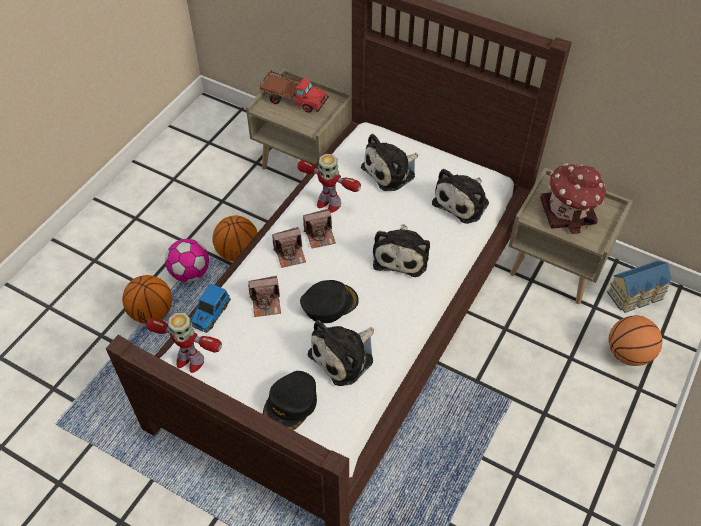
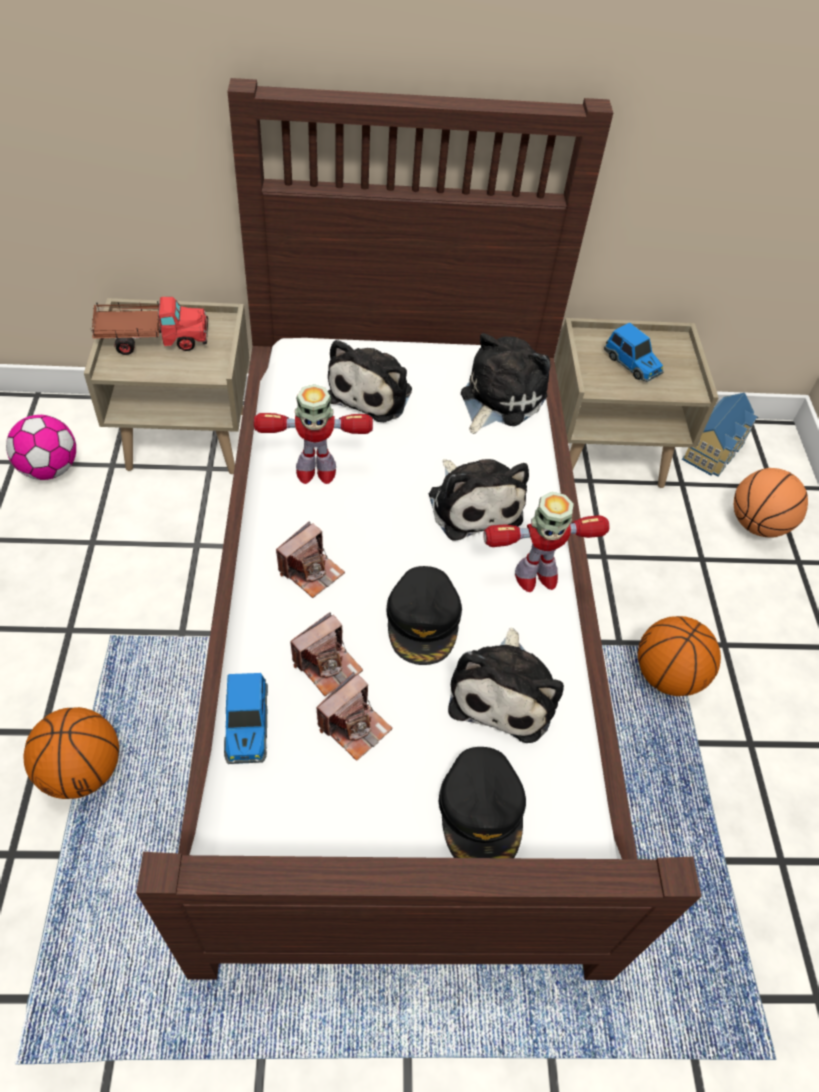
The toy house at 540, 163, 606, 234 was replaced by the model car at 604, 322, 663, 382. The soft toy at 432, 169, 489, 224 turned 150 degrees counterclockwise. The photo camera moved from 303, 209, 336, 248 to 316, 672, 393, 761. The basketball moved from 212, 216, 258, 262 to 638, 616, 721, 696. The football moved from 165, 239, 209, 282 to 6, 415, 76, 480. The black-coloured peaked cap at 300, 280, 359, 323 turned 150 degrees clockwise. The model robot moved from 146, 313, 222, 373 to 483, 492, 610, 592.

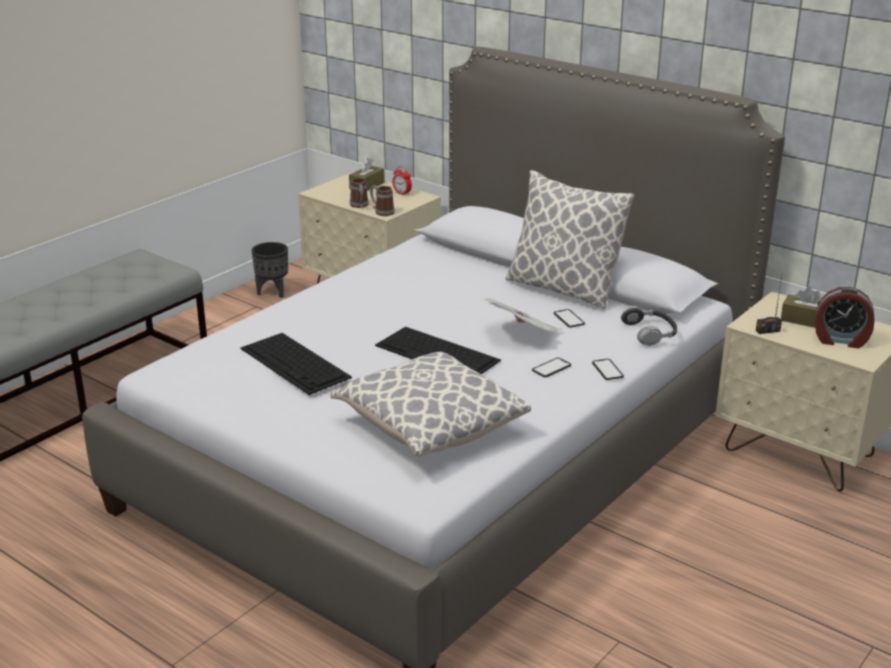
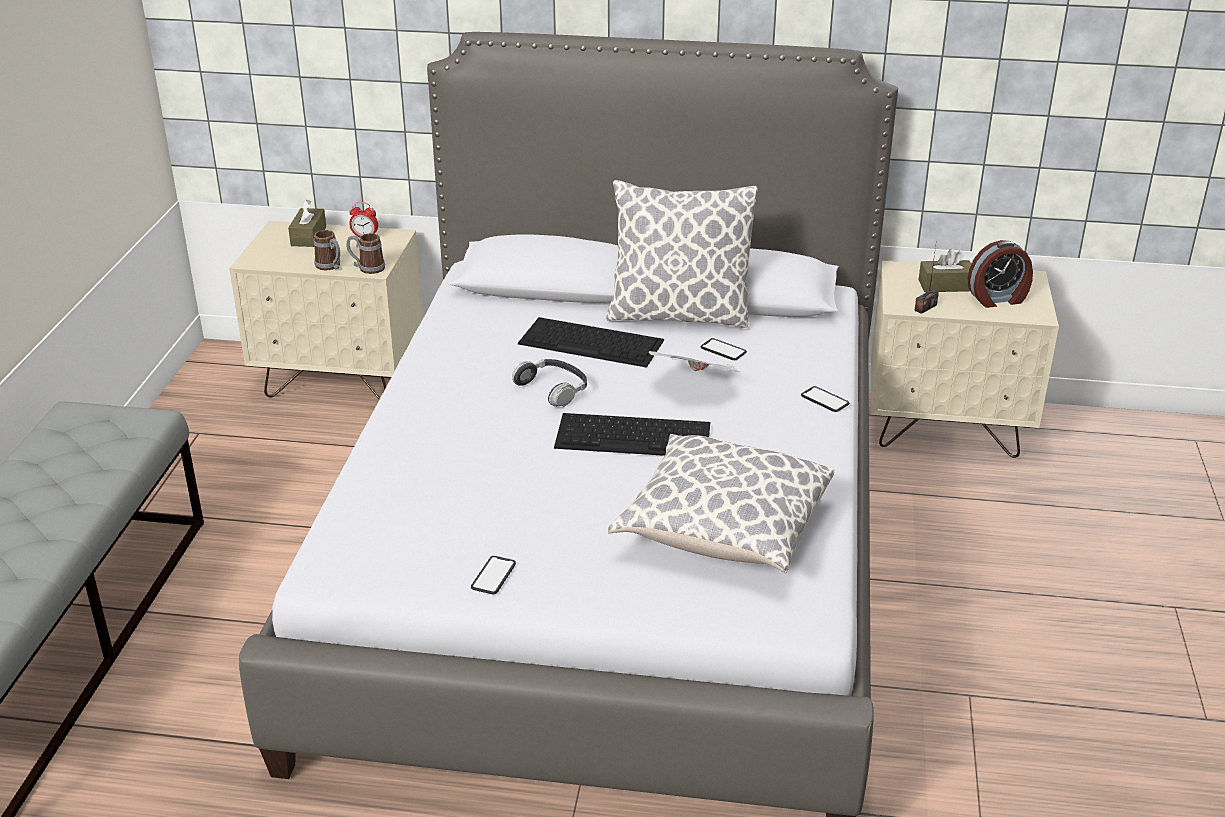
The black-coloured plant pot at 251, 242, 288, 298 disappeared. The headset moved from 621, 306, 677, 346 to 512, 359, 587, 407. The PC keyboard moved from 240, 333, 352, 395 to 518, 317, 664, 368. The phone moved from 532, 358, 571, 377 to 471, 556, 516, 595.

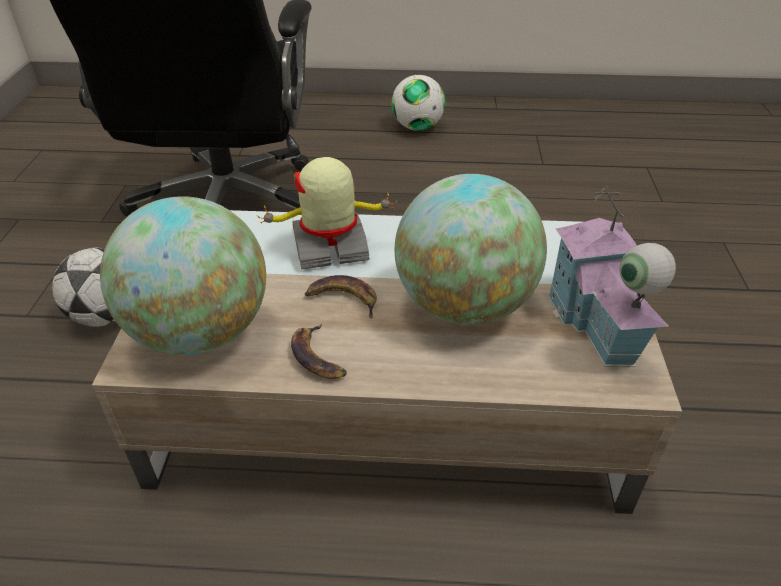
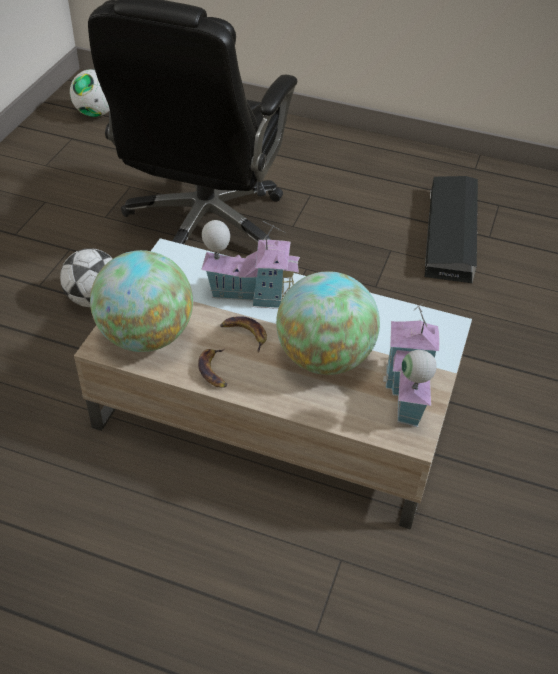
The football moved from 392, 75, 445, 131 to 70, 69, 109, 117. The model robot at 258, 157, 397, 269 was replaced by the toy house at 201, 220, 300, 309. The black-coloured storage bin at 425, 176, 478, 284 appeared.

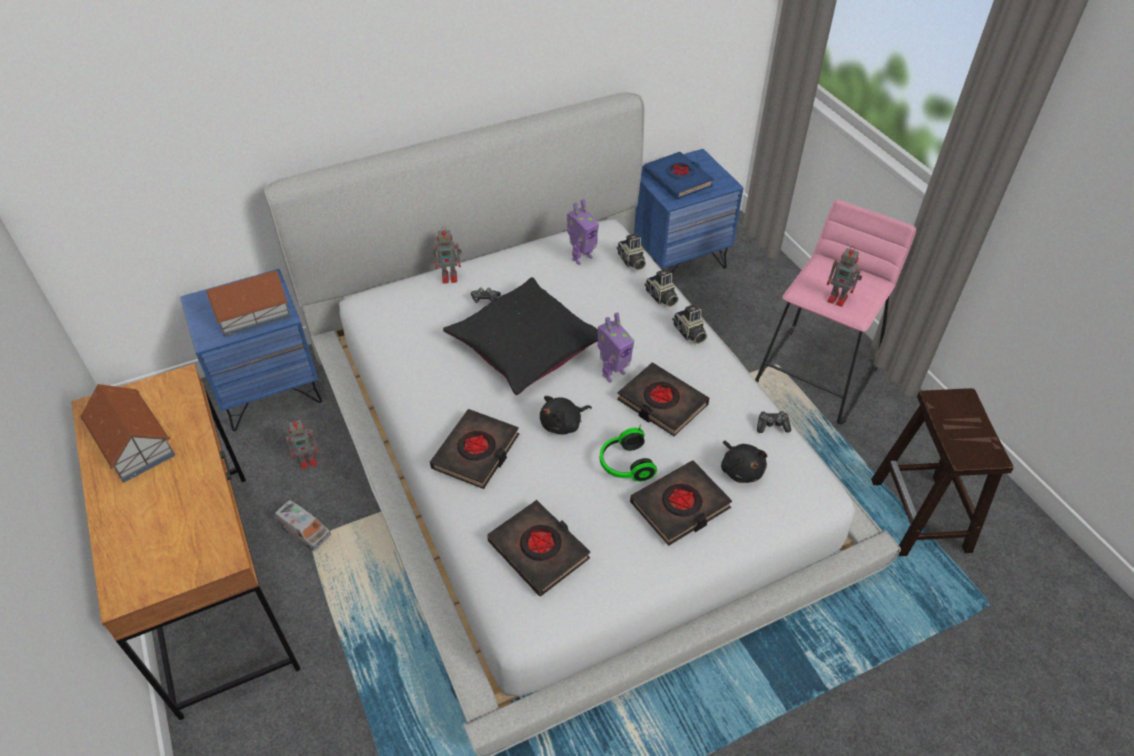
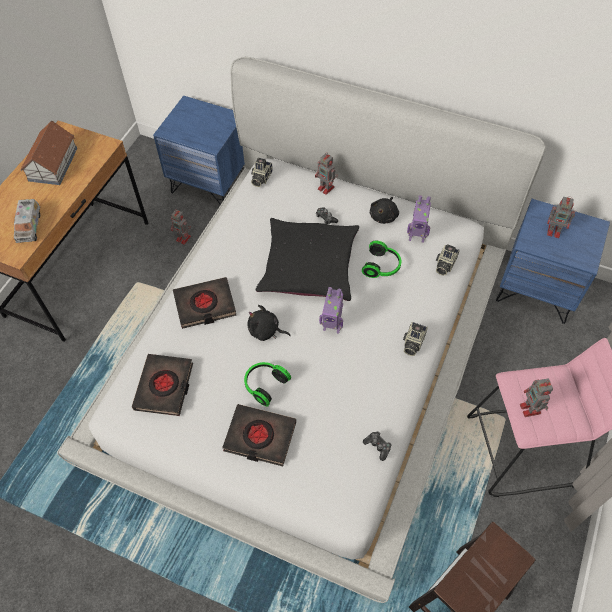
The bluish book at 644, 152, 714, 199 was replaced by the model robot at 547, 196, 575, 238. The photo camera moved from 644, 269, 679, 307 to 251, 158, 273, 187. The toy house at 206, 271, 291, 337 disappeared. The black-coloured book at 617, 363, 709, 436 disappeared. The black-coloured soft toy moved from 721, 441, 767, 483 to 370, 197, 399, 224. The model truck moved from 275, 500, 331, 551 to 14, 199, 41, 243. The headset at 362, 241, 401, 278 appeared.

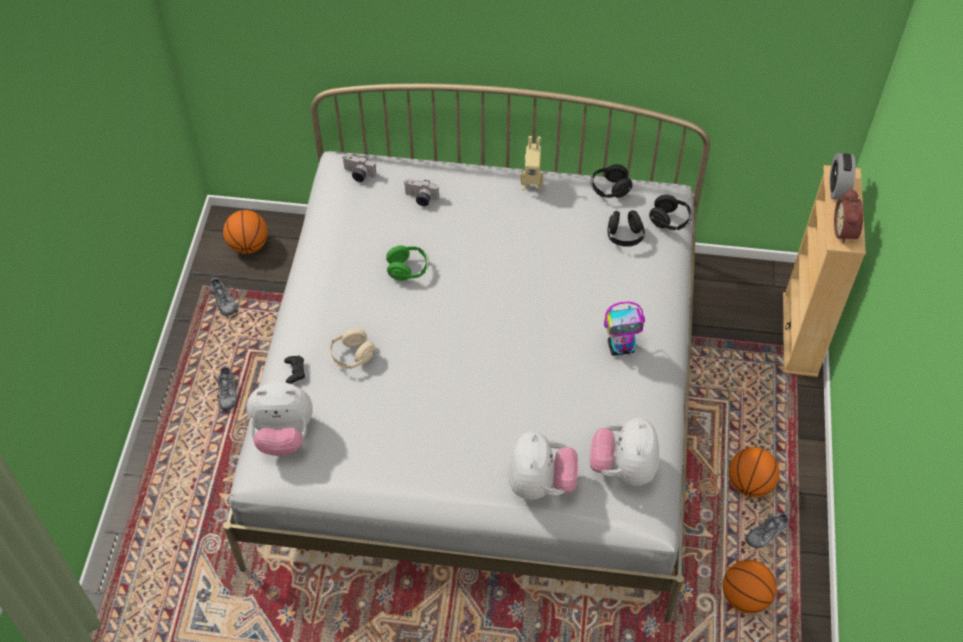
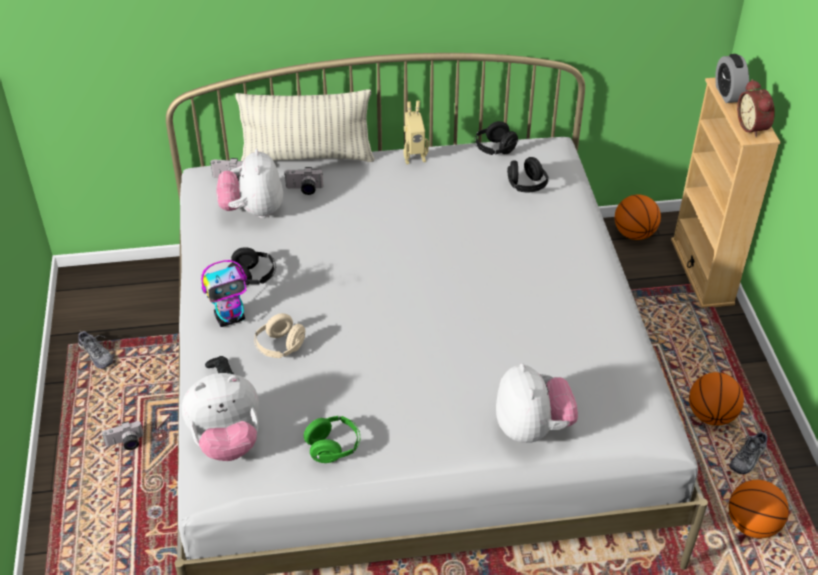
The black-coloured headset moved from 649, 195, 692, 230 to 228, 247, 276, 285. The basketball moved from 223, 210, 268, 254 to 615, 195, 661, 240. The greenish headset moved from 386, 245, 429, 281 to 304, 416, 360, 463. The model robot moved from 604, 302, 645, 356 to 201, 260, 247, 327. The shoe at 213, 364, 238, 410 was replaced by the photo camera at 102, 421, 144, 450. The soft toy moved from 590, 418, 659, 486 to 216, 149, 283, 218. The cushion at 235, 89, 375, 162 appeared.

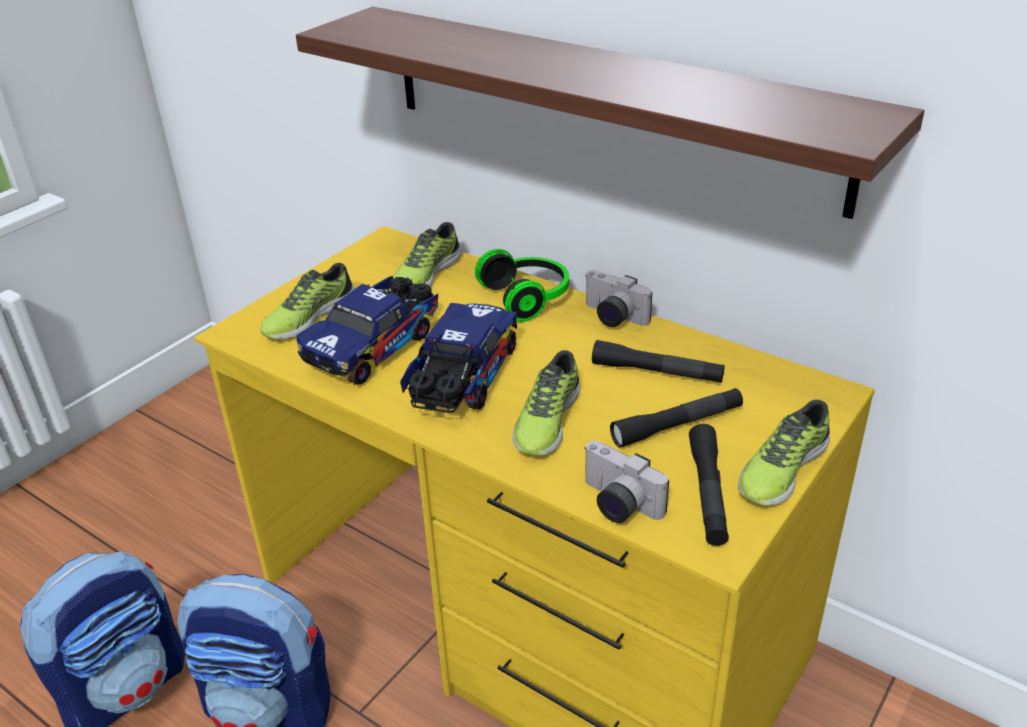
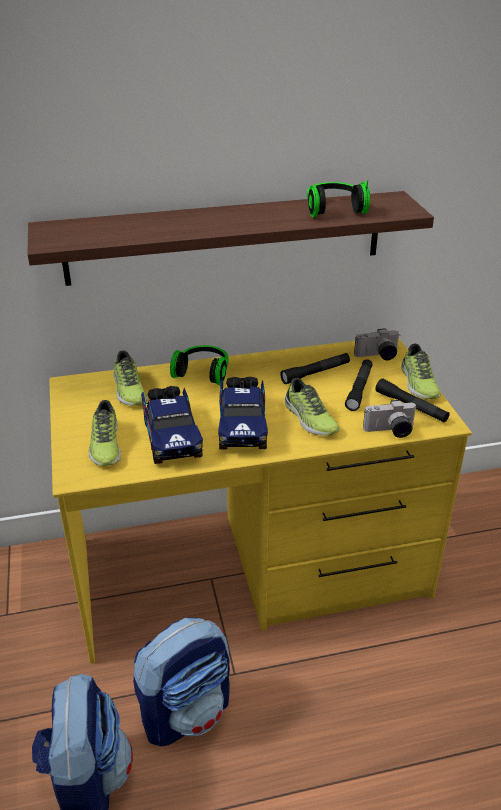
The photo camera moved from 586, 270, 652, 327 to 354, 328, 400, 360. The model truck at 400, 303, 517, 413 turned 150 degrees counterclockwise. The headset at 307, 180, 370, 217 appeared.

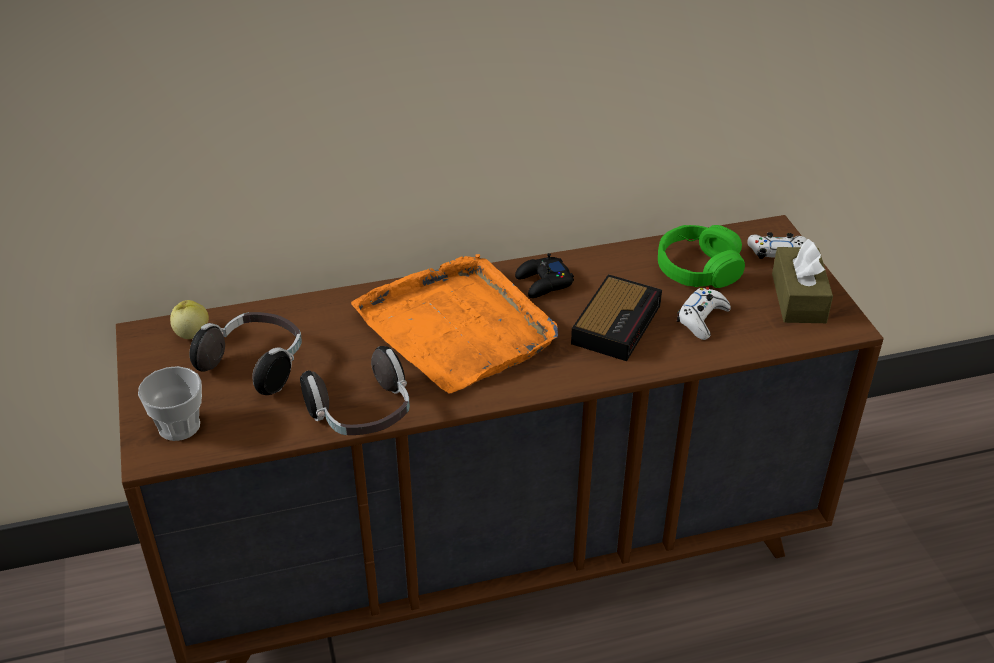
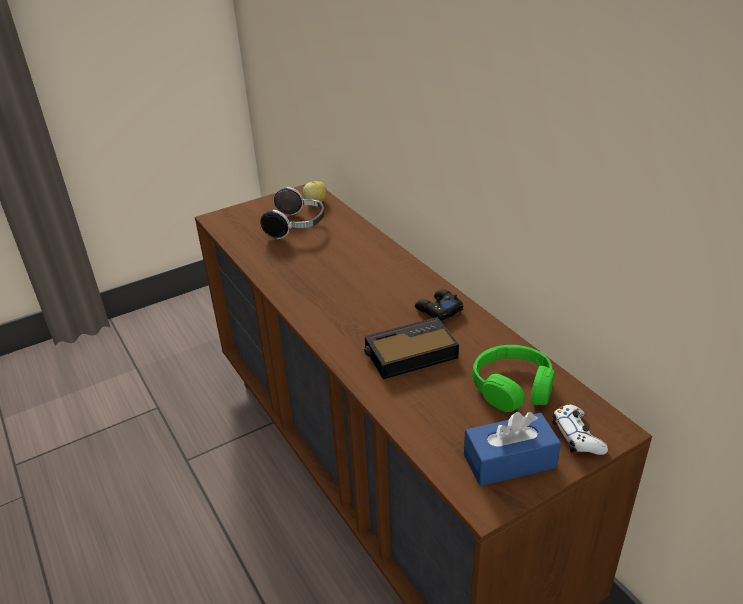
The brown tissue box at 772, 239, 833, 323 became the bluish tissue box at 464, 412, 561, 486. The orange-coloured serving tray at 351, 254, 558, 394 disappeared. The bedside clock at 571, 274, 662, 361 turned 150 degrees clockwise. The whitish joypad at 677, 287, 731, 340 disappeared. The headset at 300, 346, 410, 435 disappeared. The small cup at 138, 366, 202, 441 disappeared.

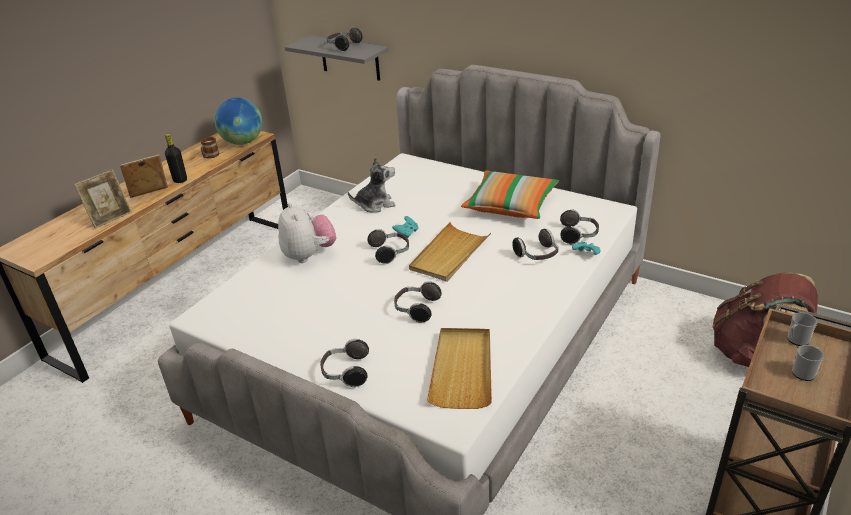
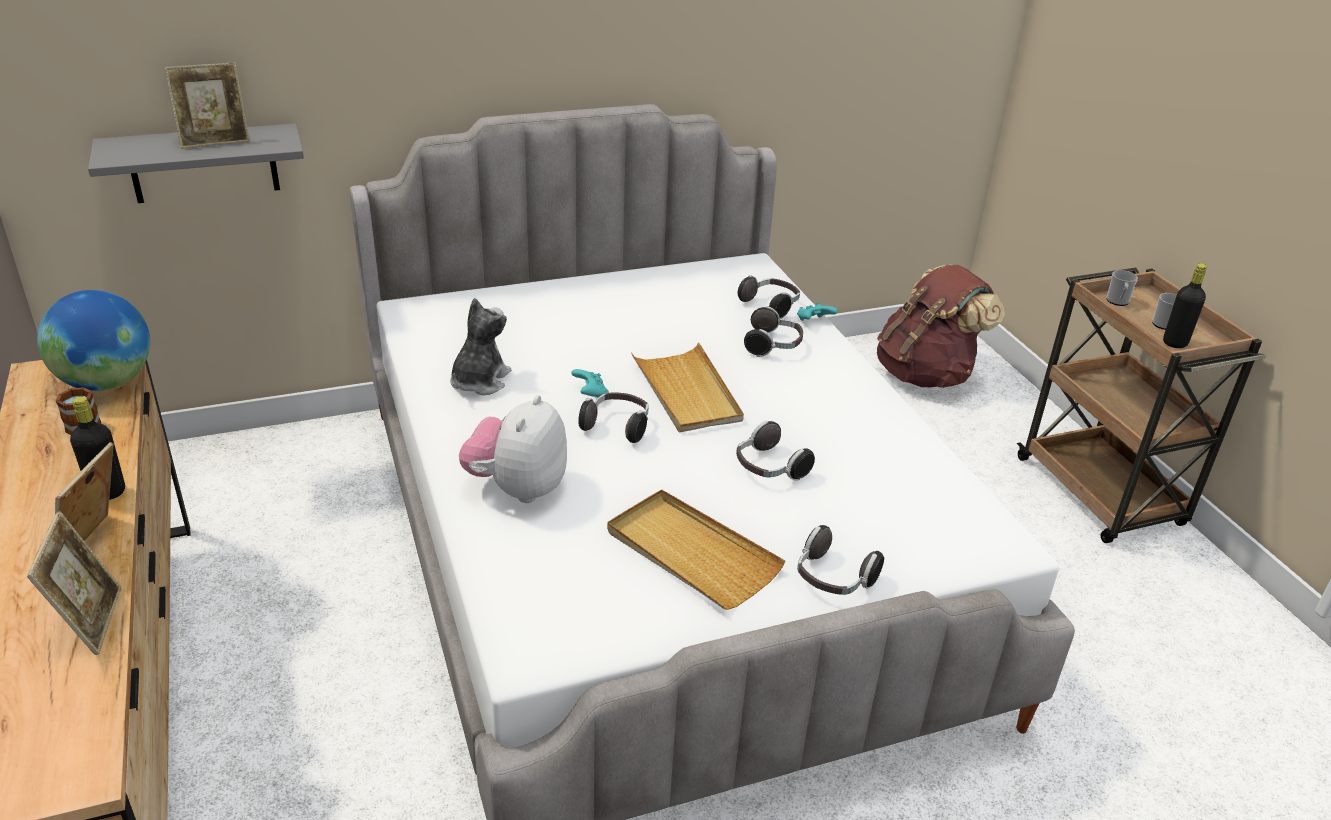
The headset at 327, 27, 363, 52 was replaced by the picture frame at 164, 62, 250, 149. The cushion at 461, 170, 559, 219 disappeared. The soft toy at 278, 203, 336, 263 turned 90 degrees counterclockwise. The beige serving tray moved from 427, 328, 492, 409 to 607, 489, 785, 610. The black-coloured drink bottle at 1163, 263, 1207, 348 appeared.

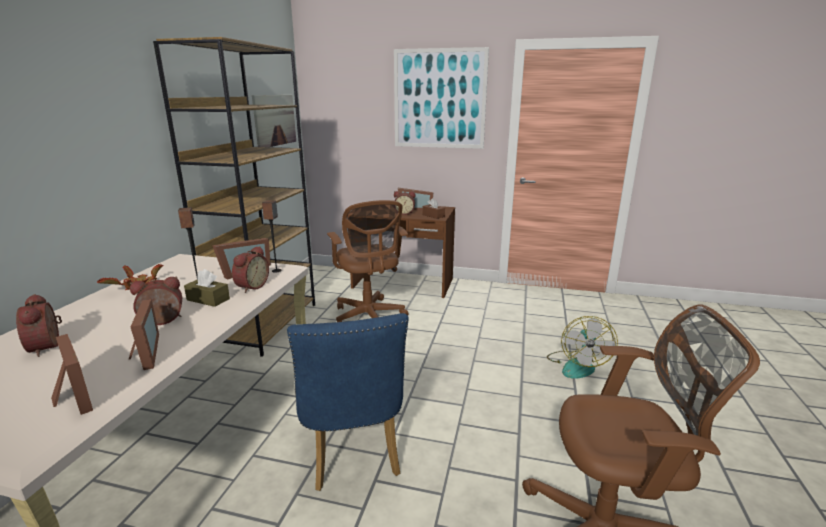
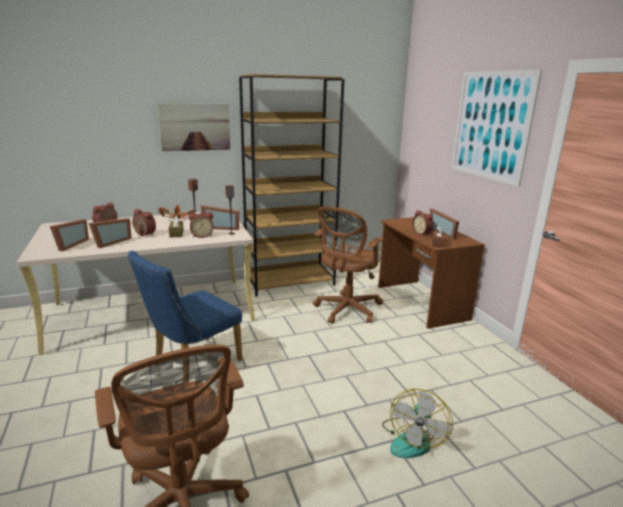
The wall art moved from 252, 95, 296, 147 to 157, 103, 230, 151. The fan at 547, 316, 618, 379 turned 45 degrees counterclockwise.

